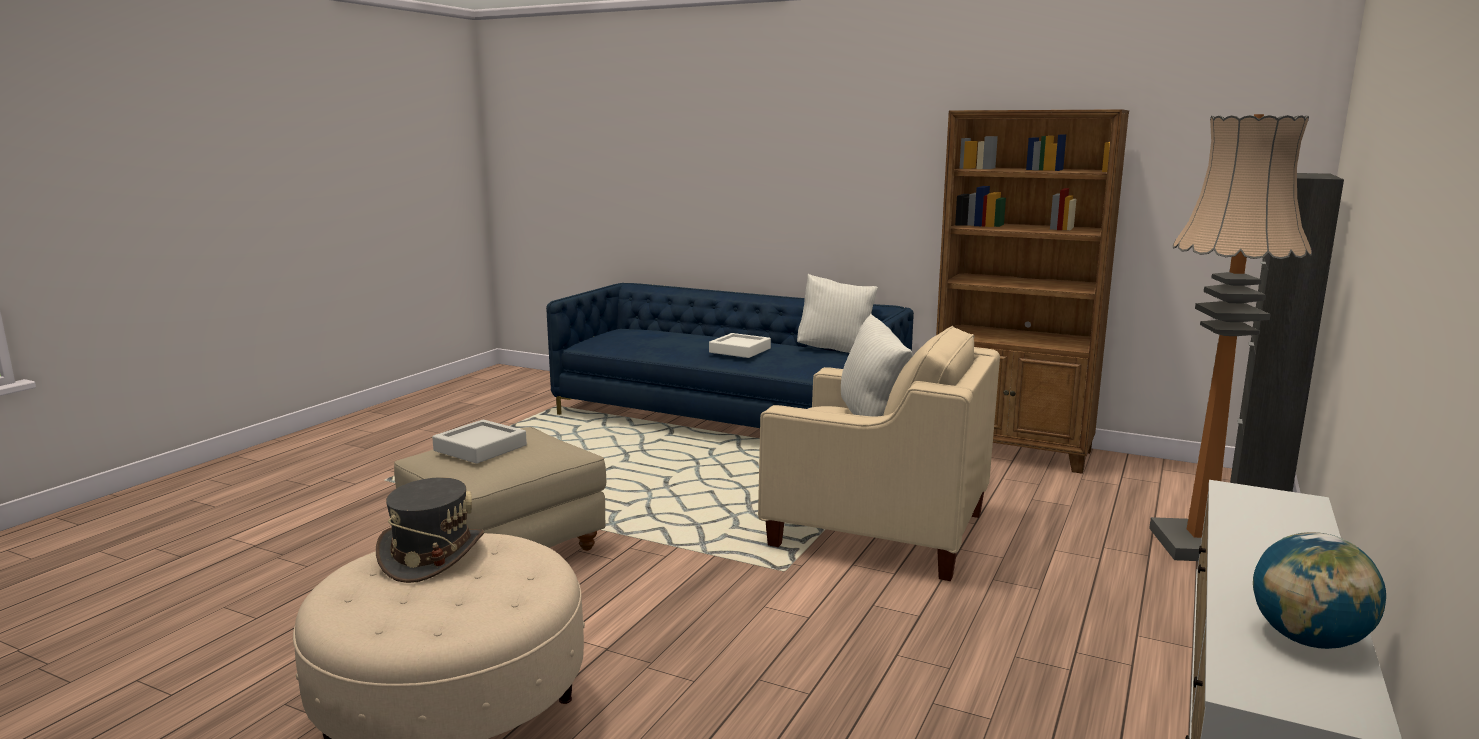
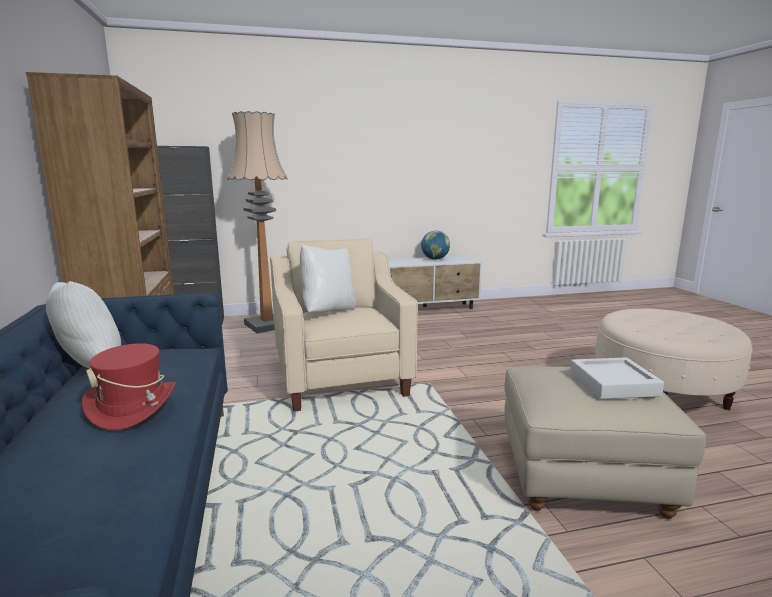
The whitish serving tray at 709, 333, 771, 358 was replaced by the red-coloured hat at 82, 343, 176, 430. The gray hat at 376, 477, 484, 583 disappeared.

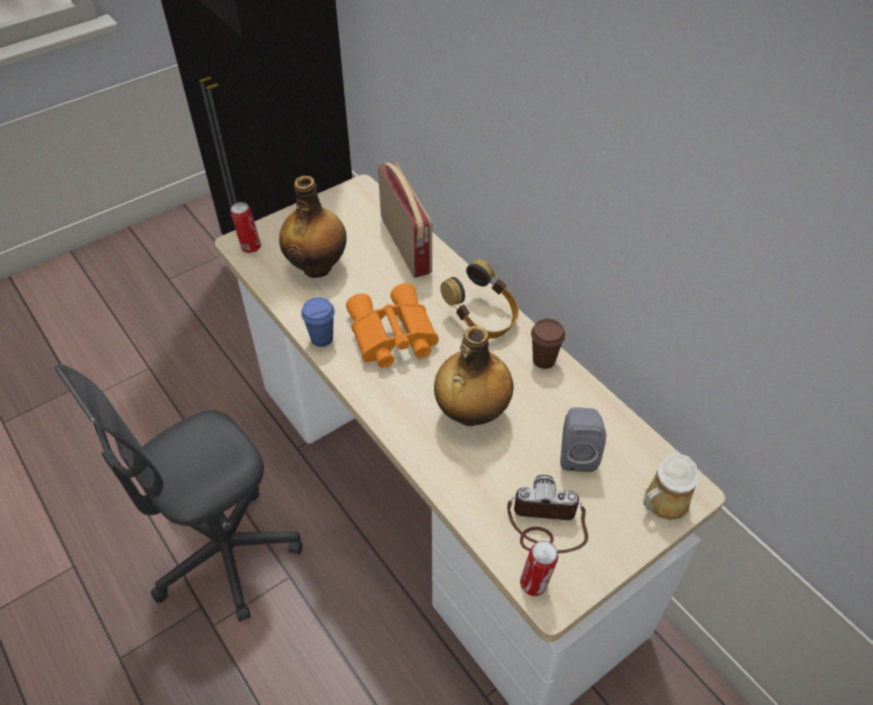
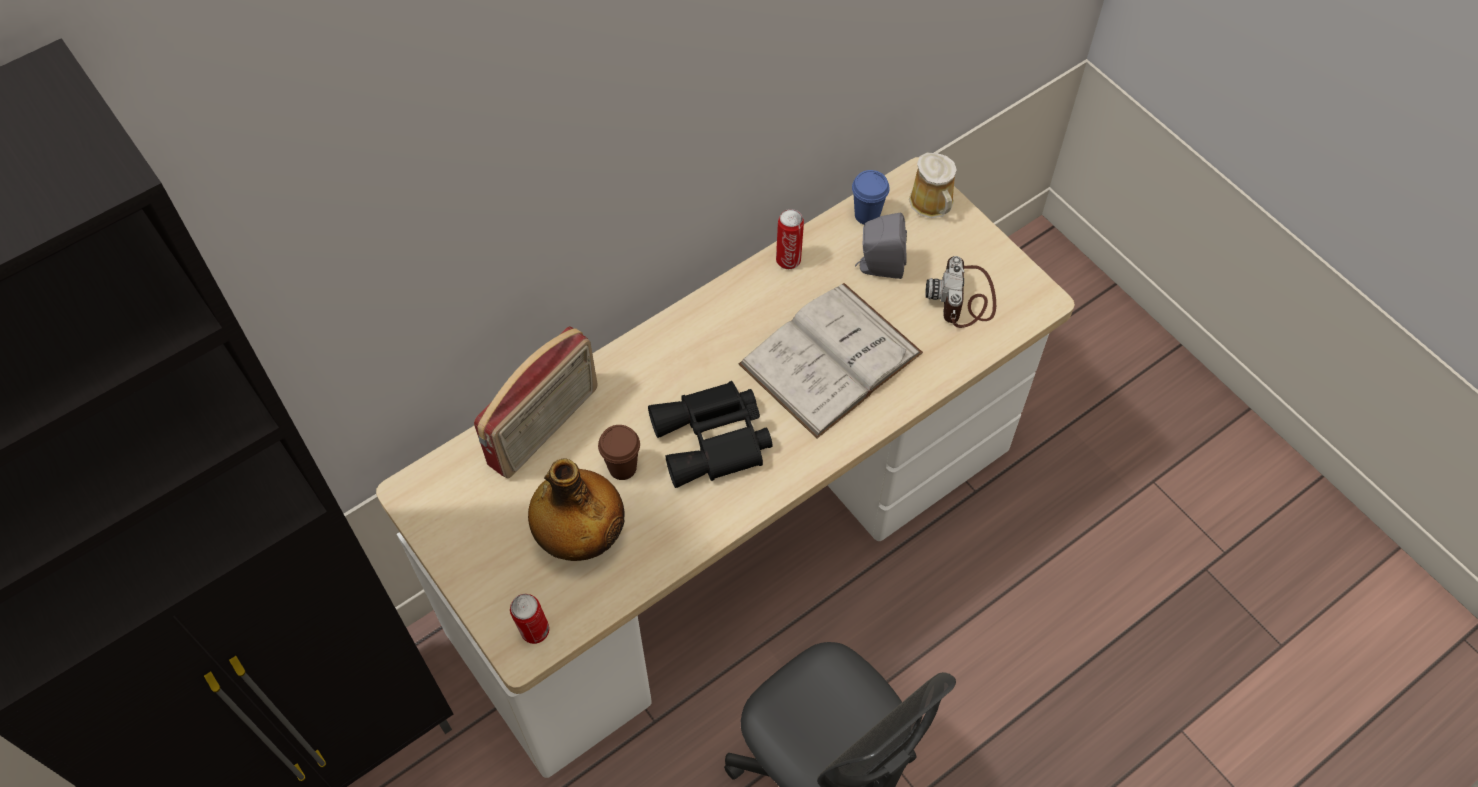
The radio set at 378, 162, 432, 278 turned 150 degrees clockwise. The headset at 440, 259, 519, 339 disappeared. The orange-coloured binoculars at 346, 283, 439, 368 became the black-coloured binoculars at 648, 381, 773, 488. The bluish small cup moved from 301, 297, 335, 347 to 852, 170, 890, 225. The brown small cup moved from 531, 318, 565, 369 to 598, 425, 640, 480. The drink bottle at 434, 326, 513, 426 was replaced by the whitish book at 739, 283, 923, 438. The metal can moved from 520, 541, 558, 596 to 776, 209, 804, 269.

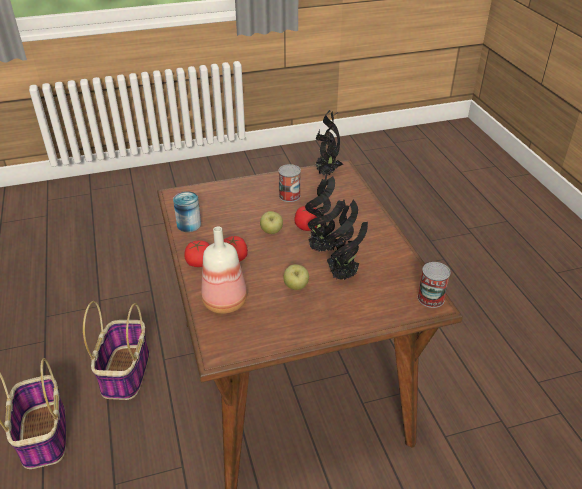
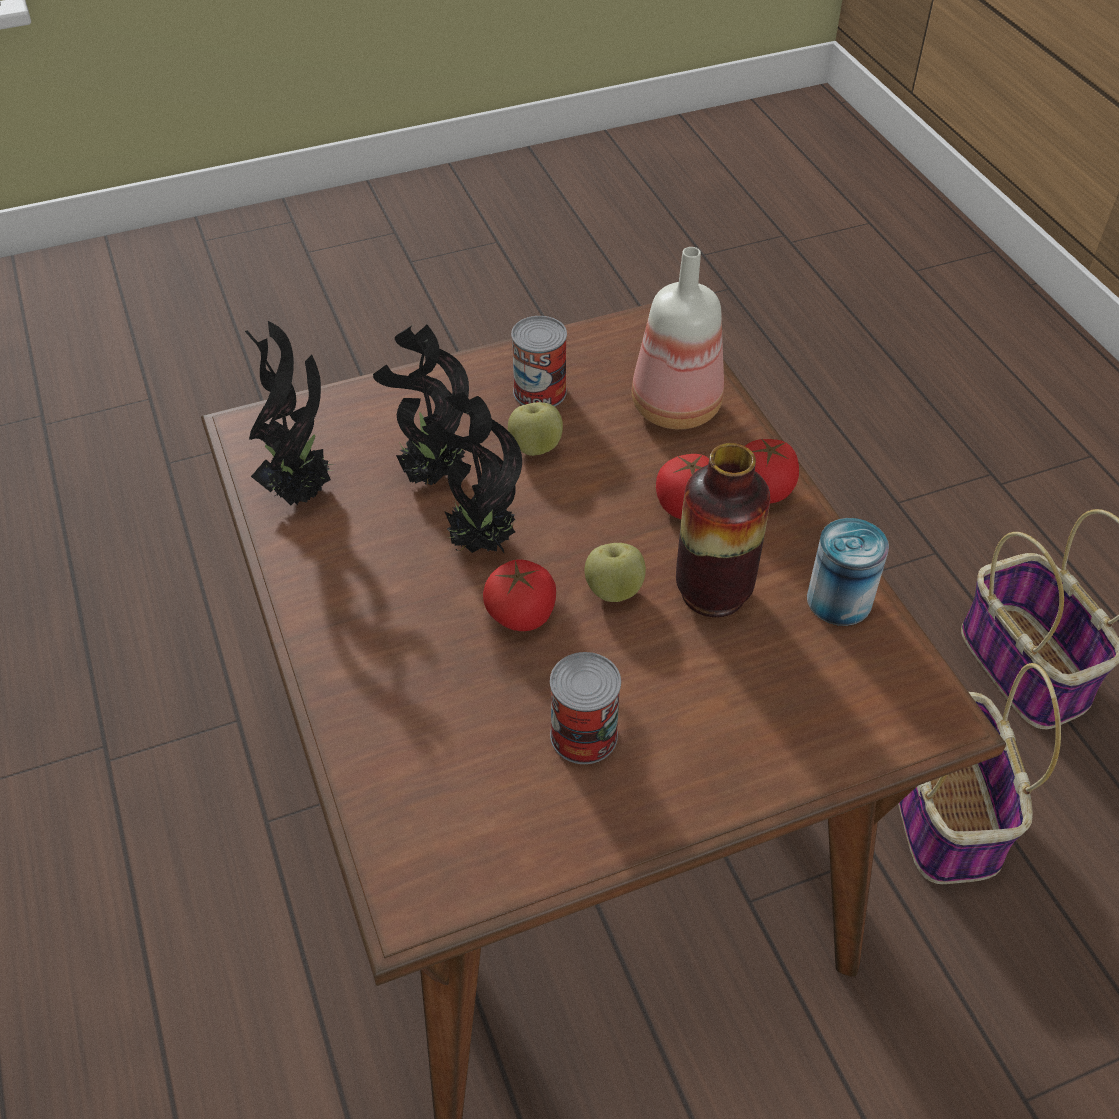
The plant in a pot moved from 316, 110, 343, 175 to 245, 321, 333, 505. The metal can moved from 418, 262, 451, 308 to 511, 316, 567, 407. The flower vase at 676, 443, 771, 617 appeared.

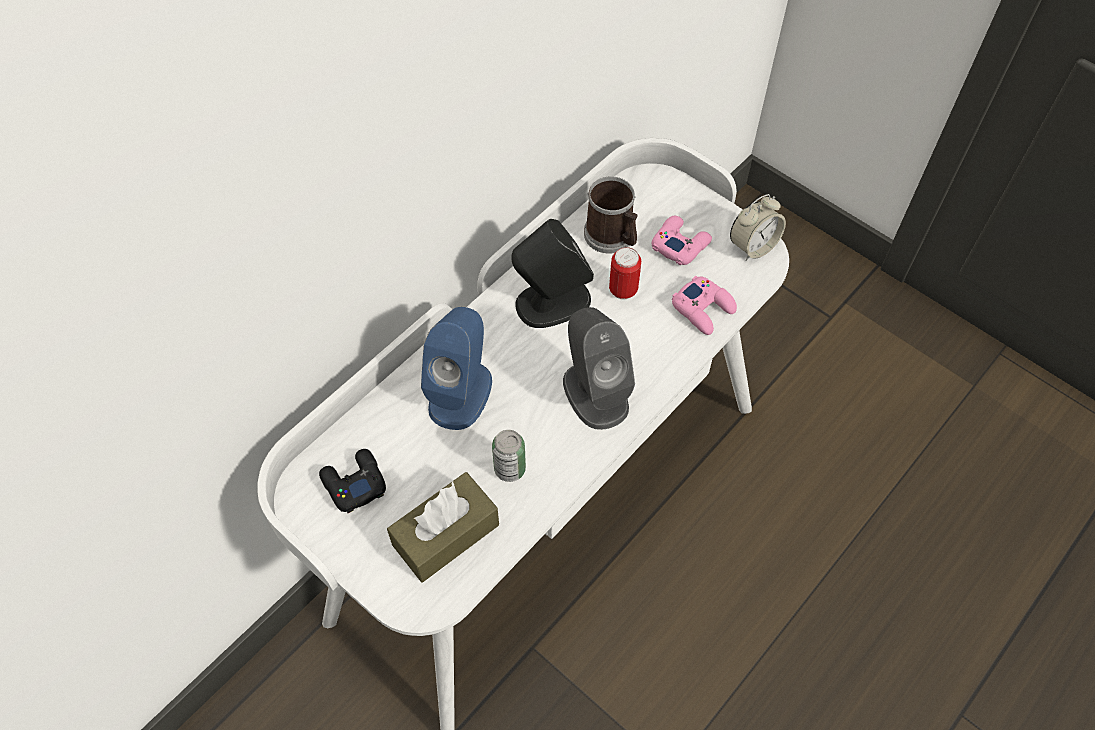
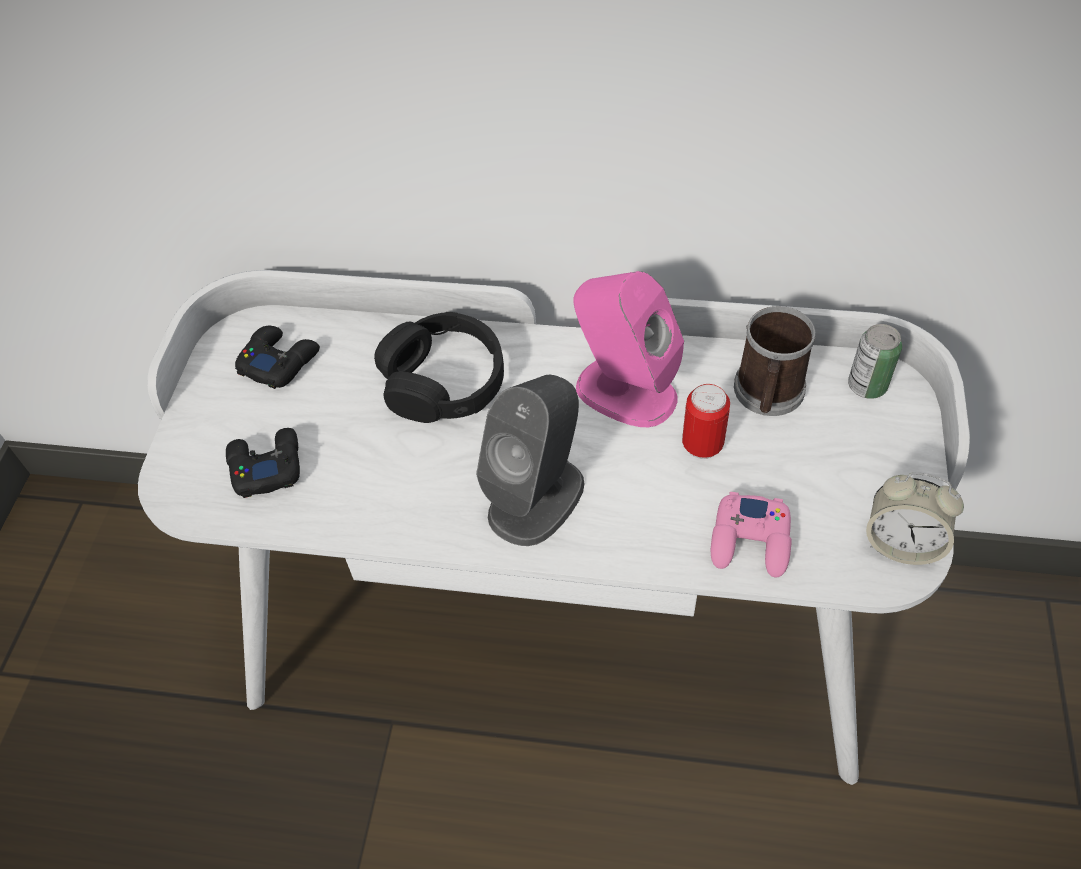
The pink joypad at 652, 216, 712, 266 disappeared. The black-coloured speaker at 512, 219, 594, 328 became the pink speaker at 573, 271, 684, 427. The bluish speaker at 421, 307, 492, 430 was replaced by the black-coloured headset at 374, 312, 504, 423. The metal can moved from 492, 430, 526, 482 to 848, 324, 902, 399. The brown tissue box at 387, 472, 499, 582 was replaced by the black-coloured joypad at 226, 428, 300, 498.

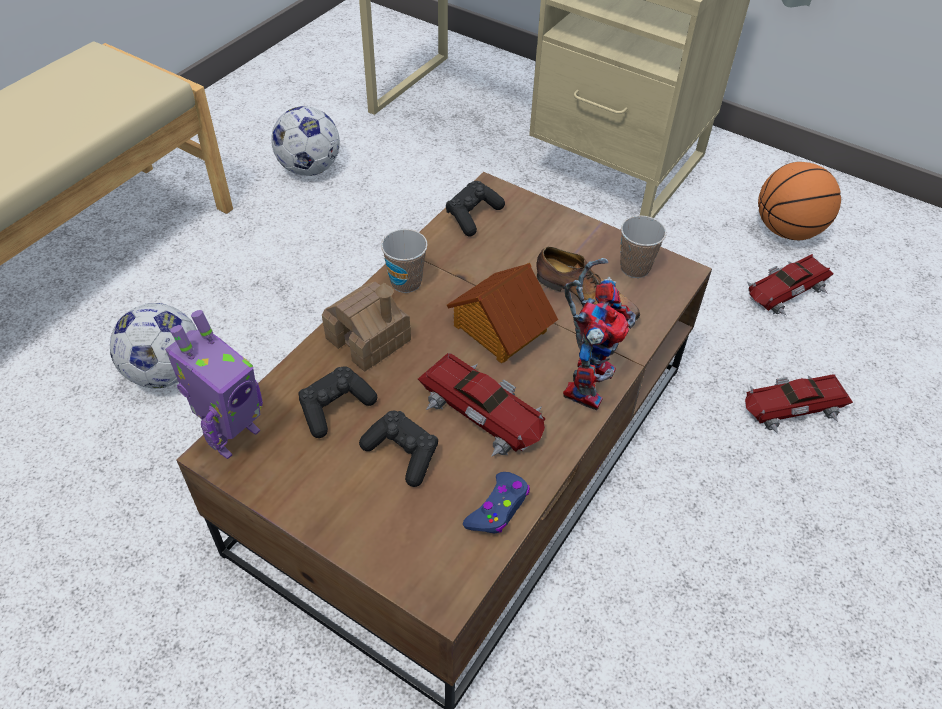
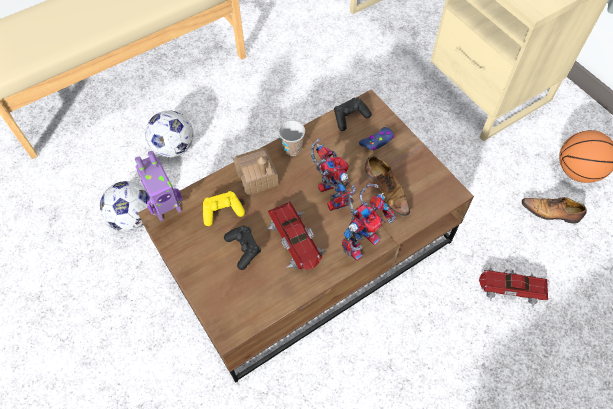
The football moved from 271, 106, 340, 176 to 100, 181, 150, 232. The small cup at 620, 215, 666, 278 disappeared. The model car at 747, 254, 834, 315 was replaced by the shoe at 522, 197, 586, 223. The toy house at 447, 263, 558, 363 was replaced by the model robot at 311, 139, 356, 211. The black-coloured joypad at 298, 366, 377, 438 became the yellow-coloured joypad at 203, 191, 245, 226. The bluish joypad moved from 463, 472, 530, 533 to 359, 127, 394, 150.

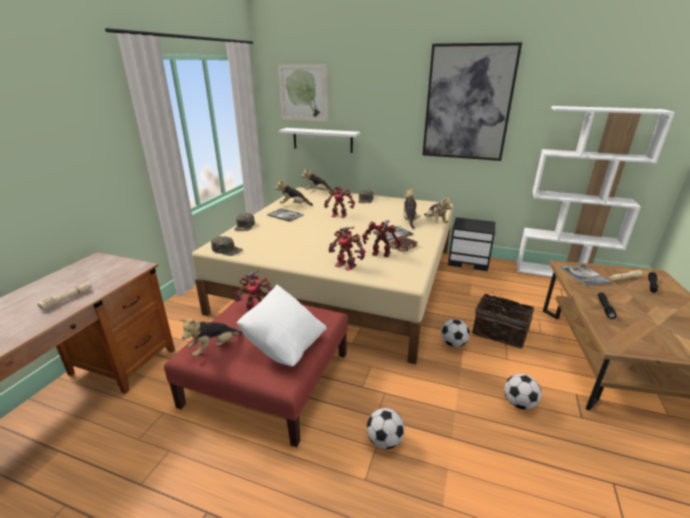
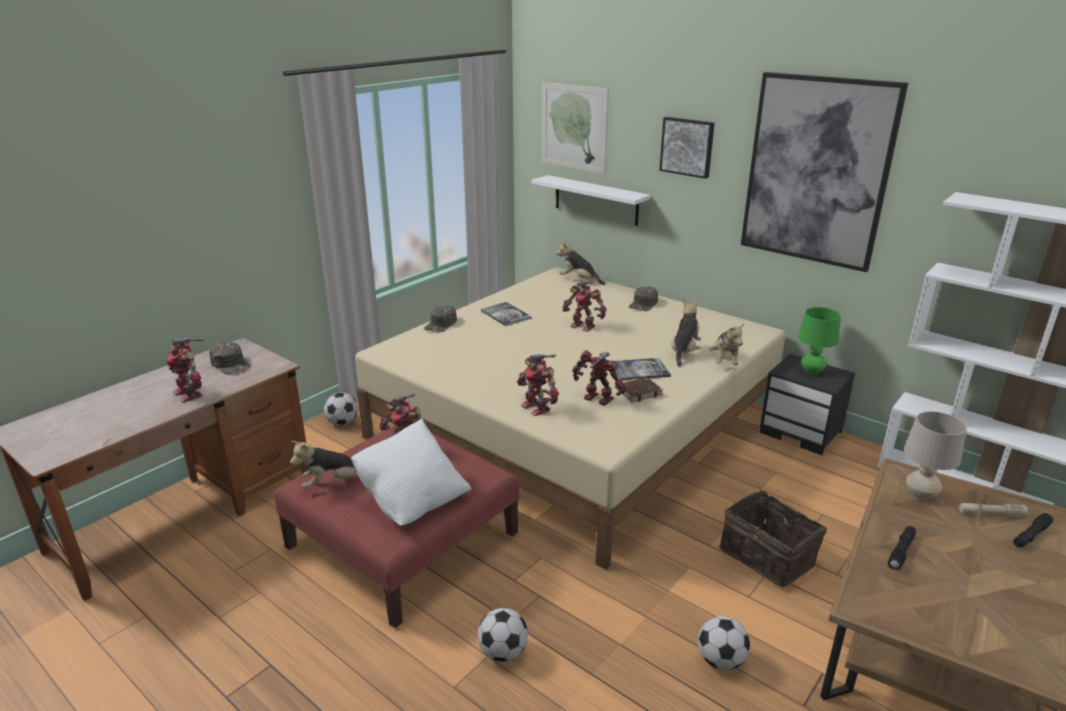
The soft toy at 275, 179, 313, 206 disappeared. The greenish peaked cap moved from 211, 236, 243, 256 to 209, 342, 251, 375. The book at 561, 265, 611, 286 was replaced by the beige tabletop lamp at 904, 411, 967, 500. The beige flashlight at 37, 282, 92, 311 was replaced by the model robot at 166, 338, 205, 403. The football moved from 441, 319, 470, 347 to 324, 392, 358, 425. The wall art at 659, 117, 714, 179 appeared. The greenish tabletop lamp at 798, 307, 841, 375 appeared.

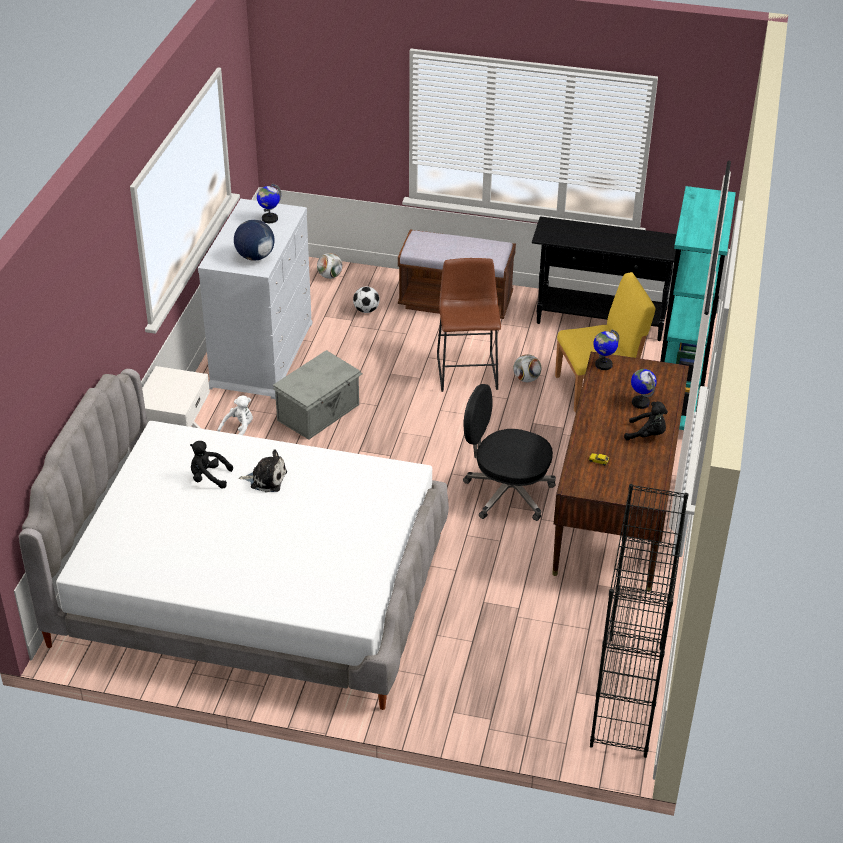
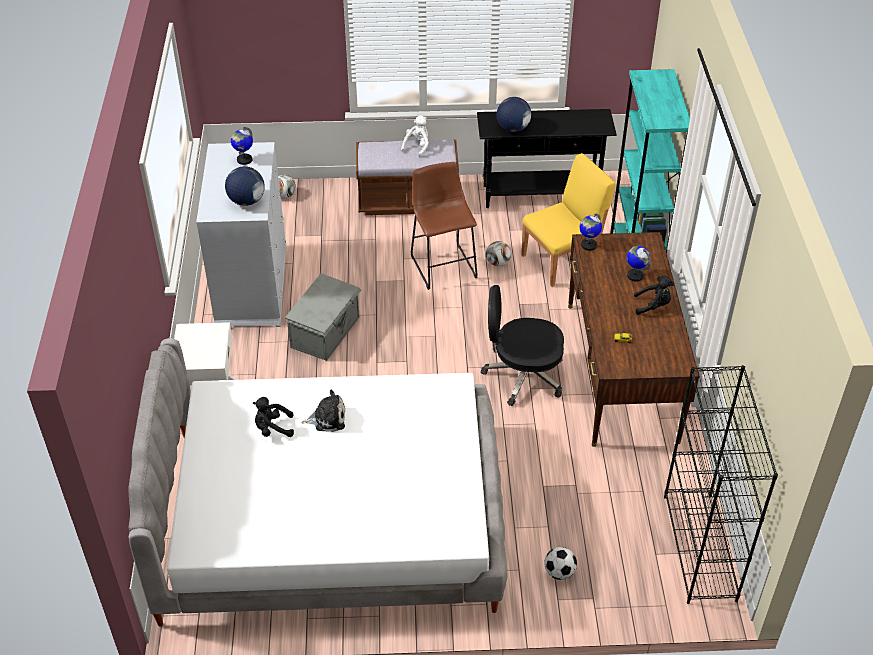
The football moved from 353, 287, 380, 313 to 544, 547, 577, 580. The whitish soft toy moved from 217, 395, 253, 435 to 401, 115, 429, 158. The desk globe at 497, 97, 531, 132 appeared.

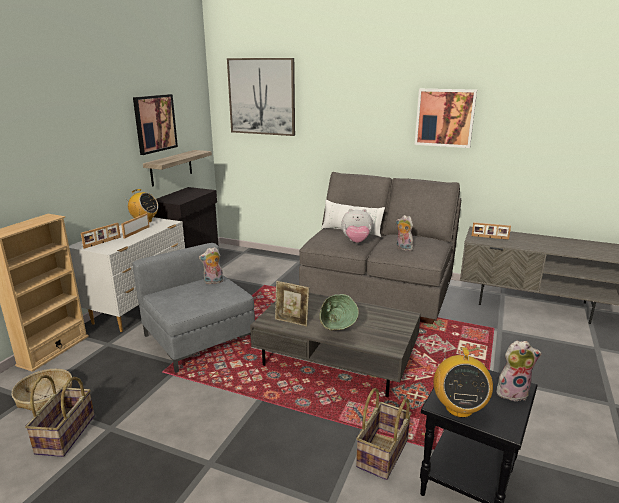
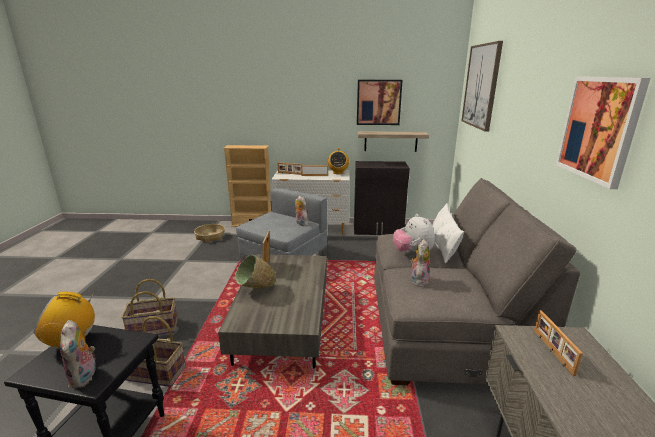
The storage basket moved from 25, 375, 95, 457 to 121, 279, 178, 335.

